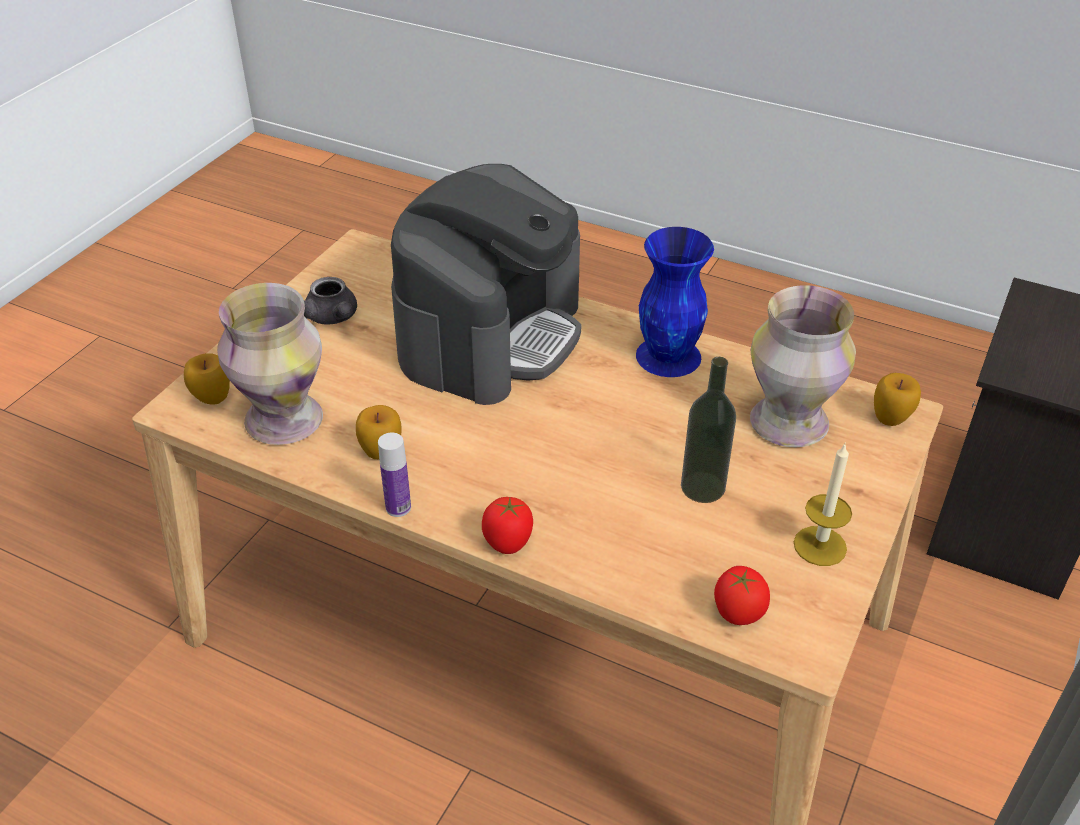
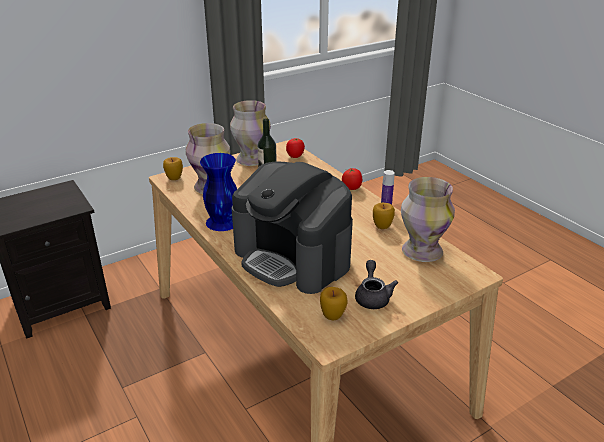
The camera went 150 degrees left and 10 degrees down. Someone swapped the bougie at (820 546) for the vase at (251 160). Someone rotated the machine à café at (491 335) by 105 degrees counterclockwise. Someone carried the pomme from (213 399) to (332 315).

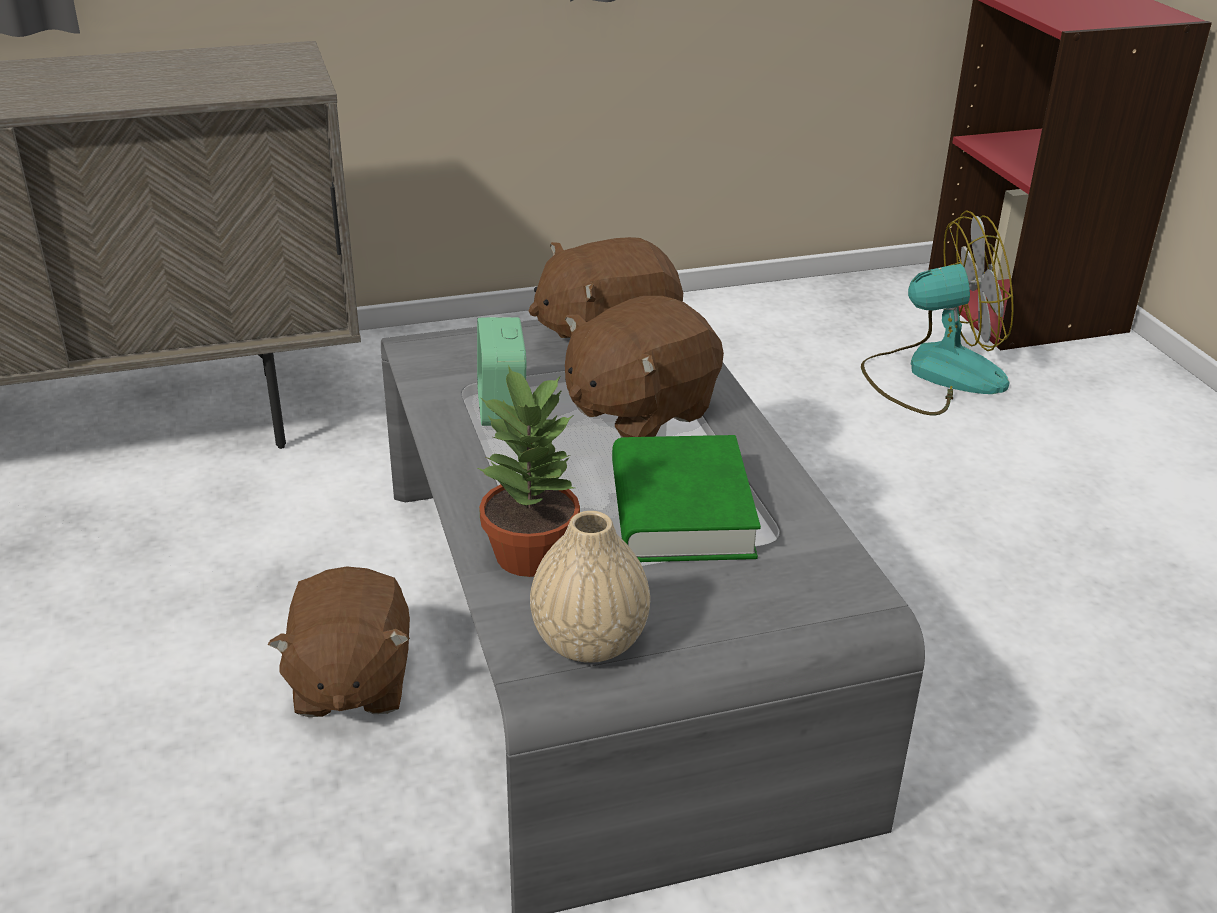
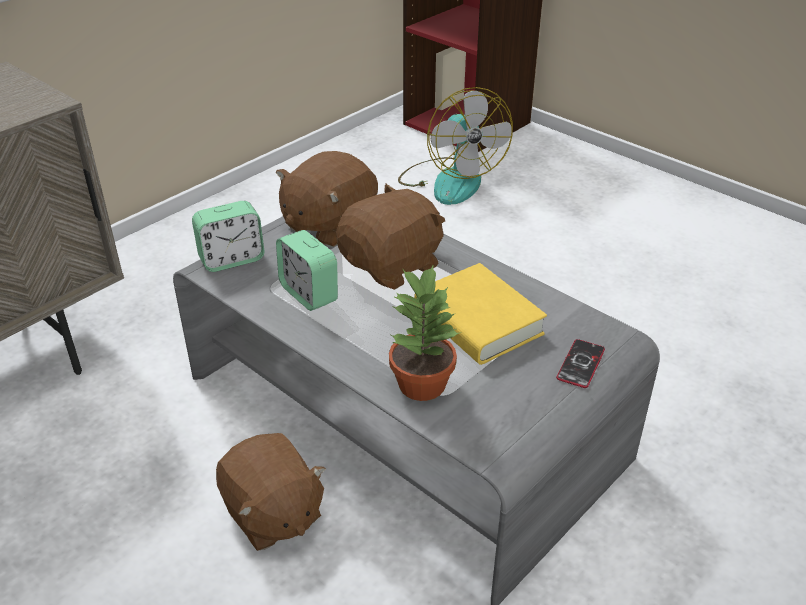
The camera went 30 degrees left and 5 degrees up. Someone put down the réveil at (232 259). Someone rotated the peluche [marron] at (638 411) by 150 degrees counterclockwise. Someone rotated the ventilateur at (933 374) by 105 degrees clockwise. Someone repainted the livre [vert] at (681 512), which became the livre [jaune] at (478 322). Someone put down the téléphone at (580 364). Someone took away the vase [beige] at (589 641).

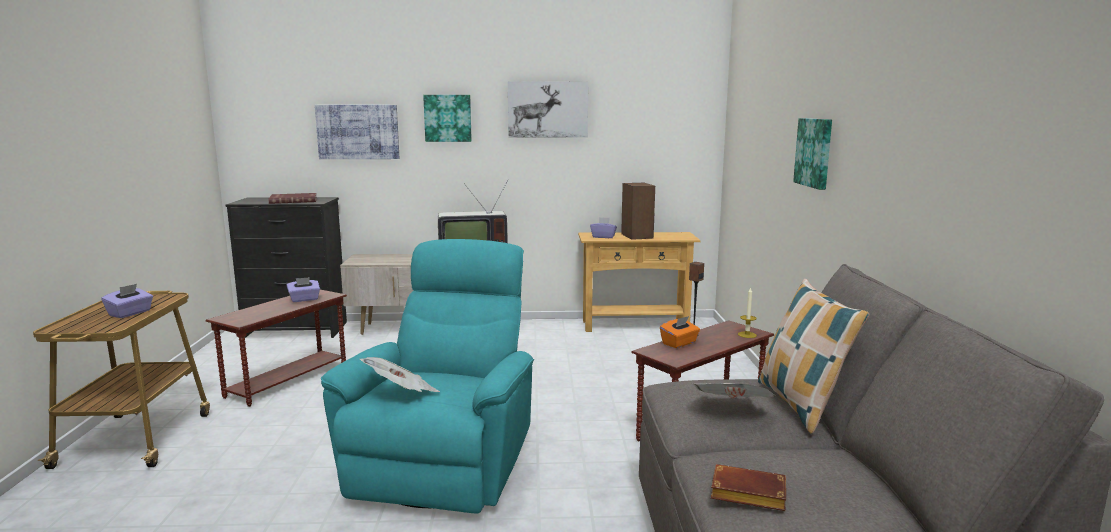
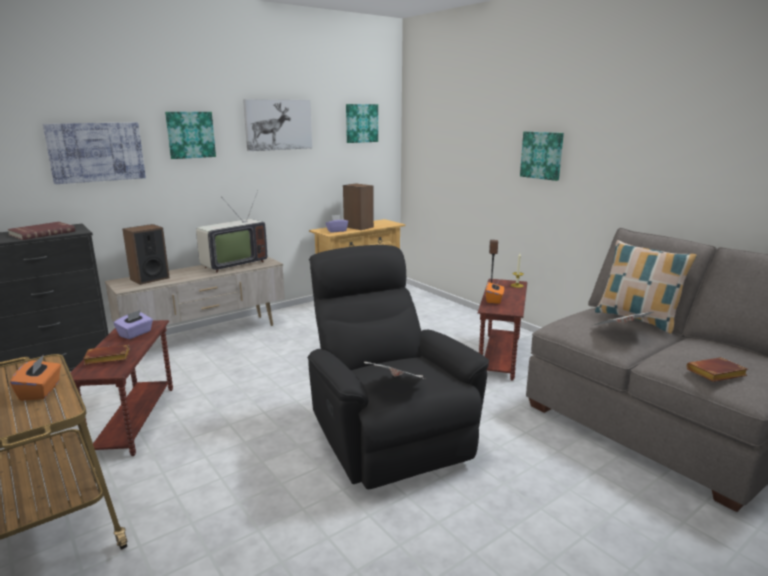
The camera went 35 degrees left and 5 degrees up. Someone repainted the boîte à mouchoirs [violet] at (130 313), which became the boîte à mouchoirs [orange] at (41 391). Someone put down the livre [marron] at (106 359). Someone put down the enceinte at (149 279). Someone repainted the fauteuil [turquoise] at (447 463), which became the fauteuil [noir] at (387 435). Someone put up the tableau at (361 123).

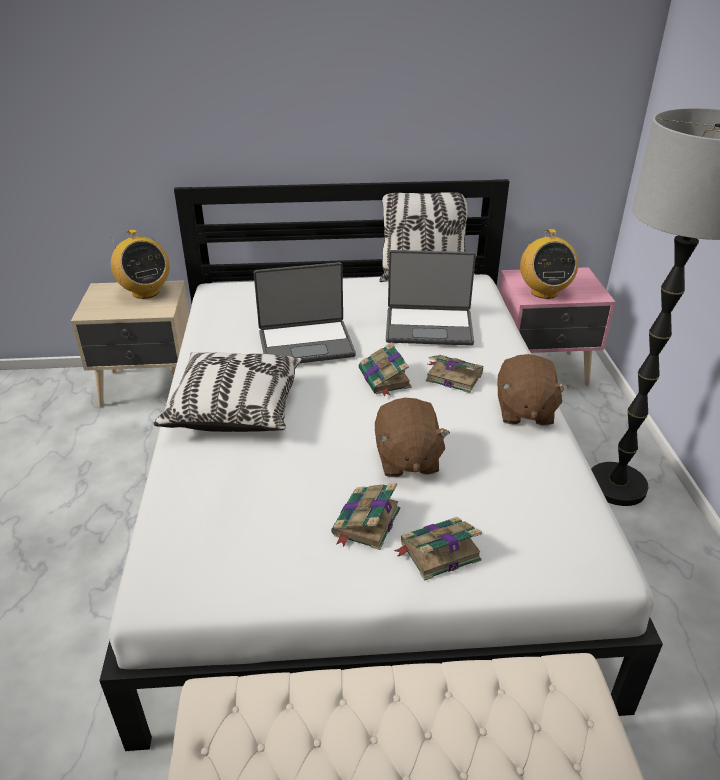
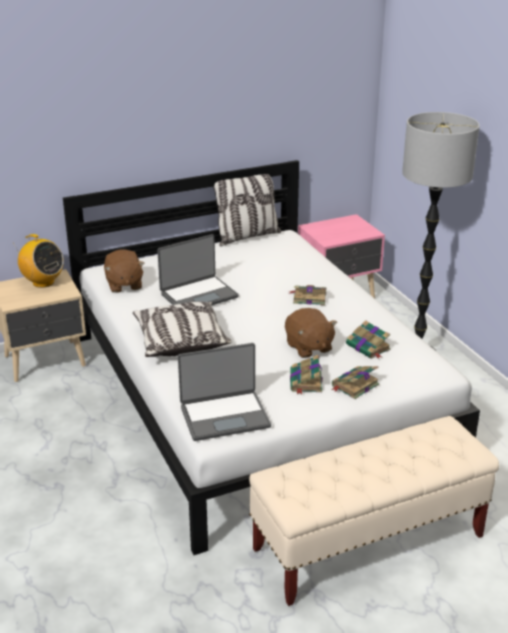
The camera went 20 degrees left and 5 degrees down. Someone carried the peluche [marron] from (524 411) to (124 285). Someone carried the ordinateur portable from (429 326) to (224 416). Someone carried the livre from (385 379) to (368 347). Someone took away the radio at (543 292).

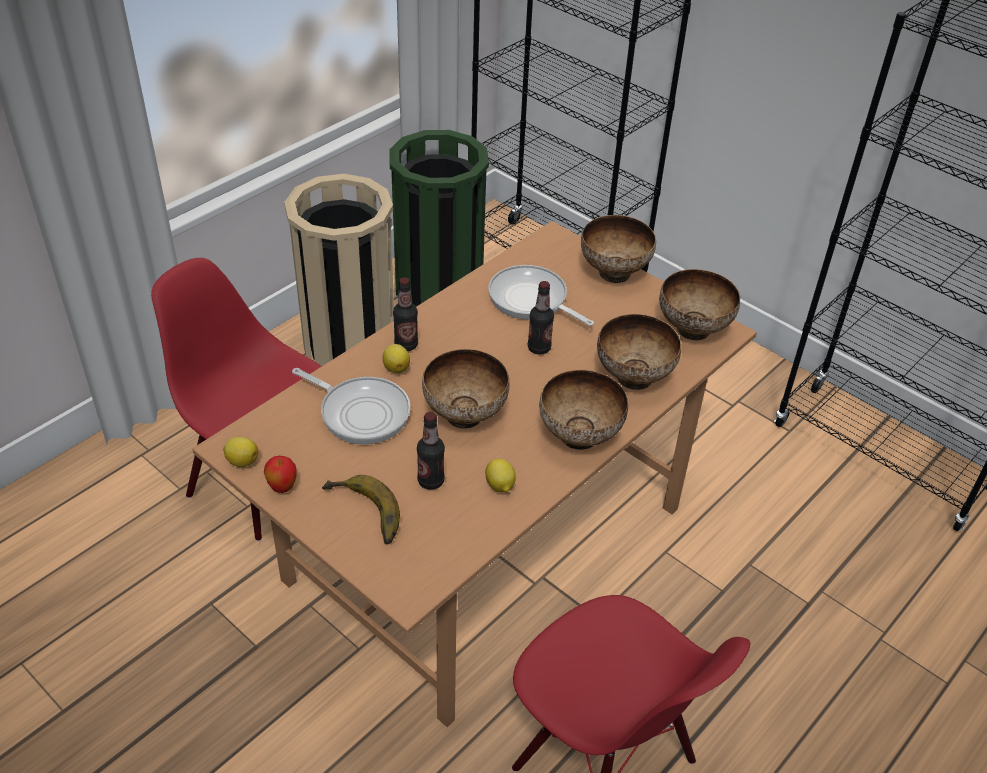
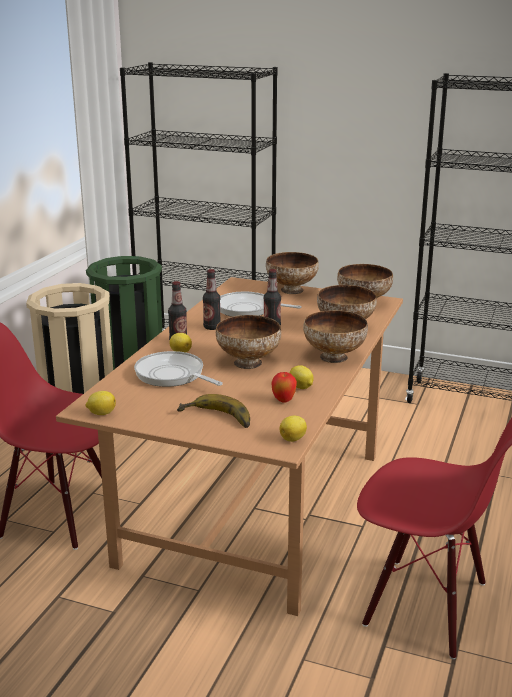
The camera went 20 degrees left and 20 degrees down. Someone rotated the poêle at (361 412) by 150 degrees counterclockwise. Someone carried the bouteille from (431 481) to (212 327). Someone carried the pomme from (282 487) to (283 401). Someone put down the citron at (293 439).

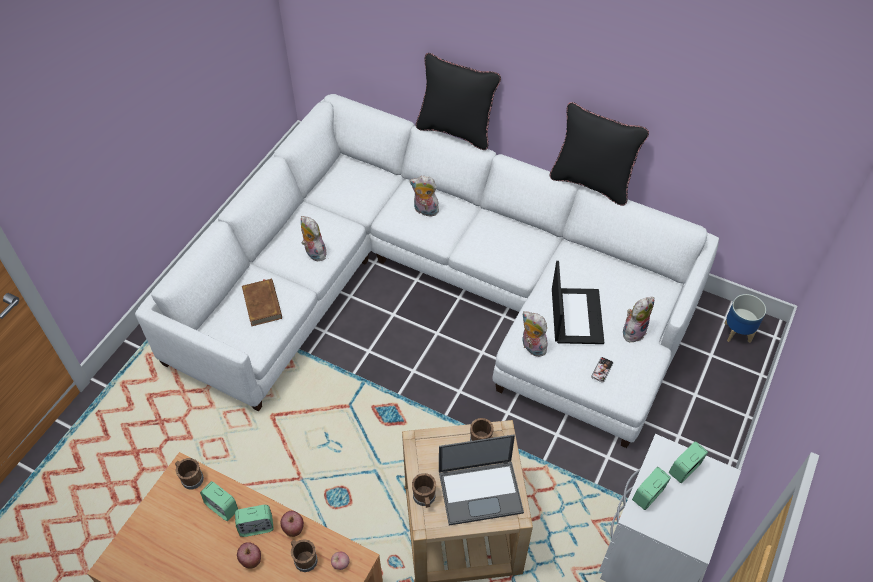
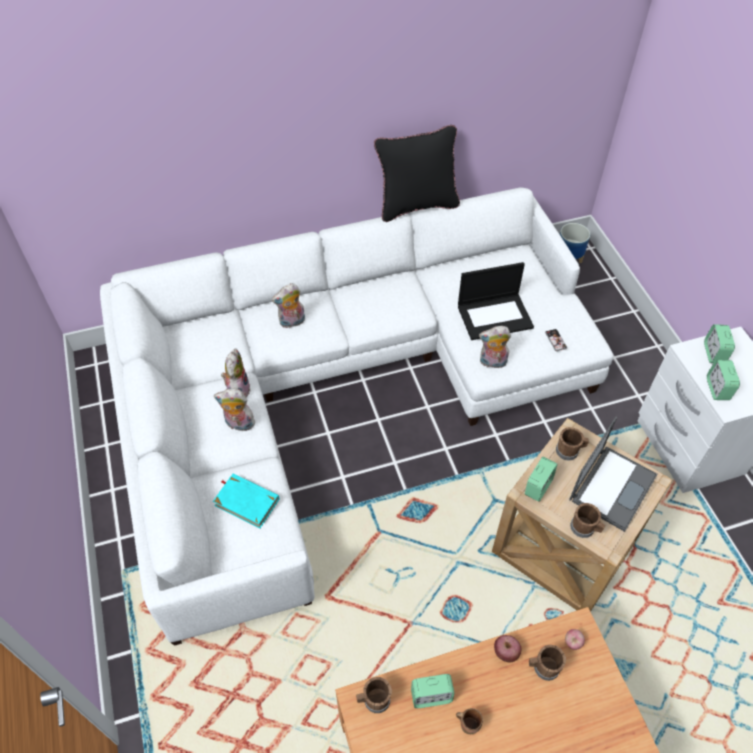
The camera went 45 degrees left and 0 degrees up. Someone repainted the livre [marron] at (263 304), which became the livre [turquoise] at (247 502). Someone carried the peluche from (633 331) to (237 390). Someone put down the mug [marron] at (468 723). Someone rotated the ordinateur portable at (576 315) by 120 degrees clockwise. Someone carried the réveil from (256 527) to (538 487). Someone took away the pomme at (251 559). Someone took away the coussin [noir] at (456 131).

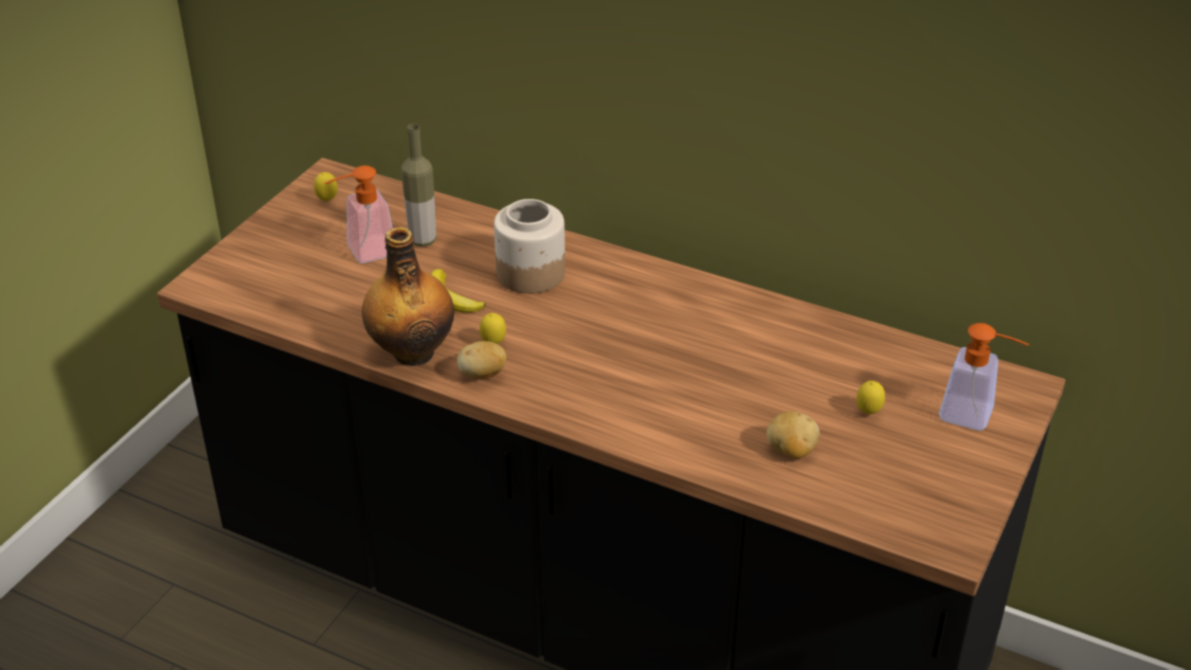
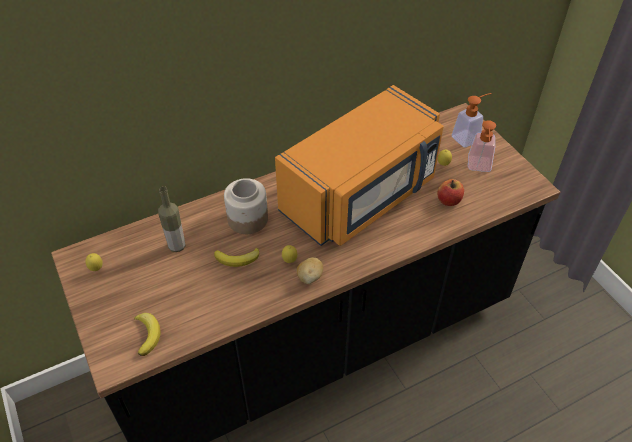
The camera went 55 degrees left and 10 degrees up. Someone put down the banane at (148 334). Someone put down the micro-ondes [orange] at (361 196). Someone swapped the pomme de terre at (791 451) for the pomme at (449 200). Someone carried the distributeur de savon from (363 252) to (479 168). Someone took away the bouteille at (412 352).

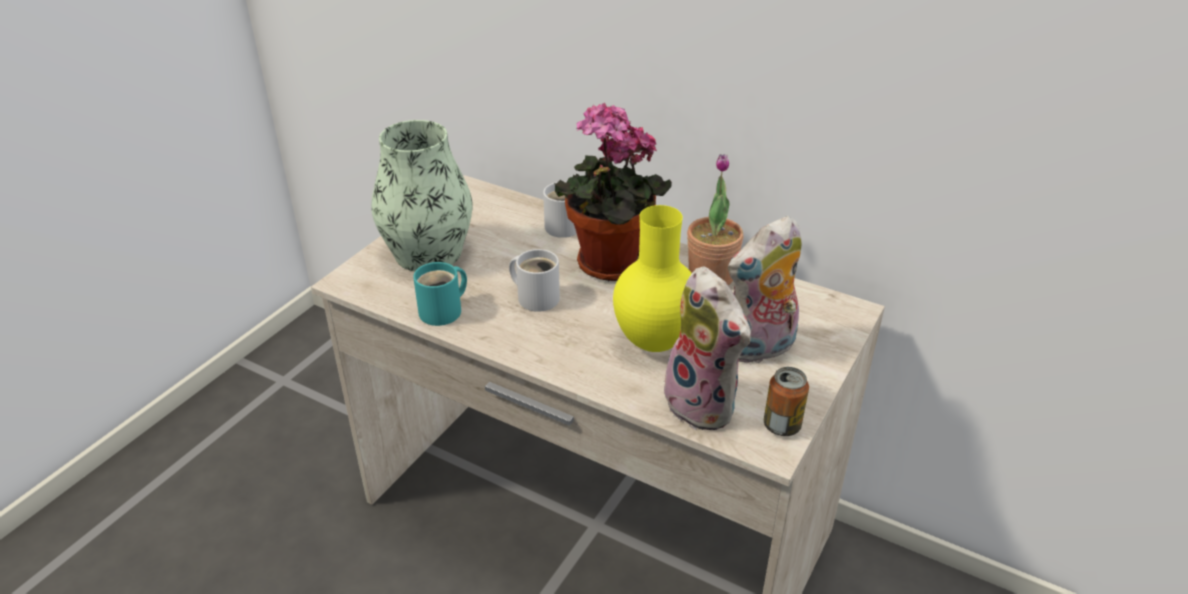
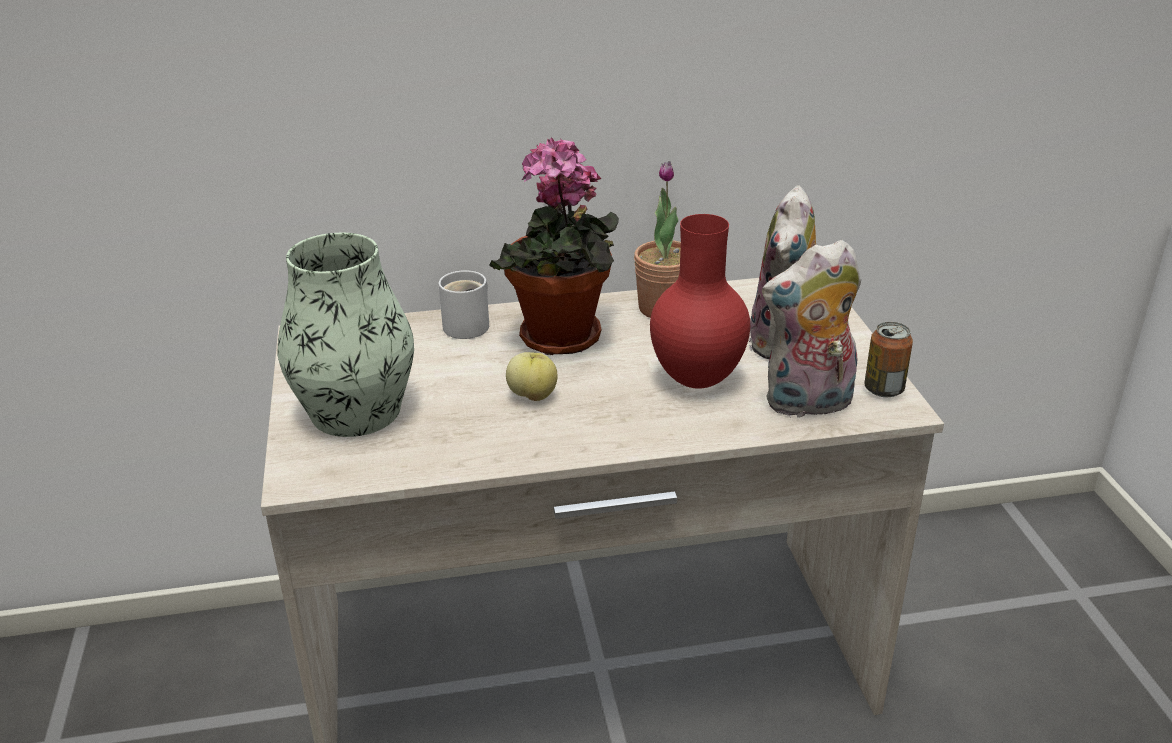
The camera went 40 degrees left and 5 degrees down. Someone swapped the mug [blanc] at (536 296) for the pomme at (533 395). Someone repainted the vase [jaune] at (653 341), which became the vase [rouge] at (695 380). Someone rotated the peluche at (705 404) by 150 degrees clockwise. Someone took away the mug [turquoise] at (444 311).

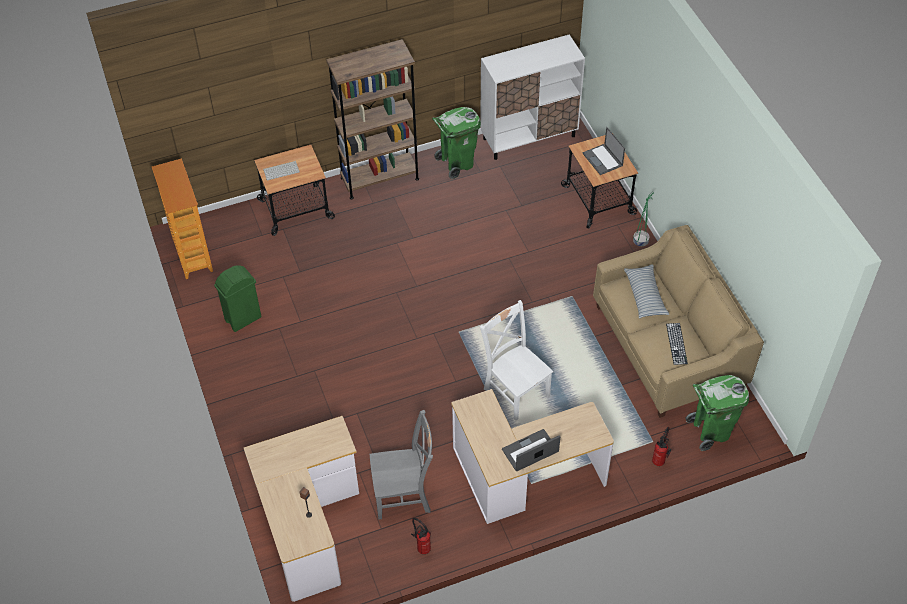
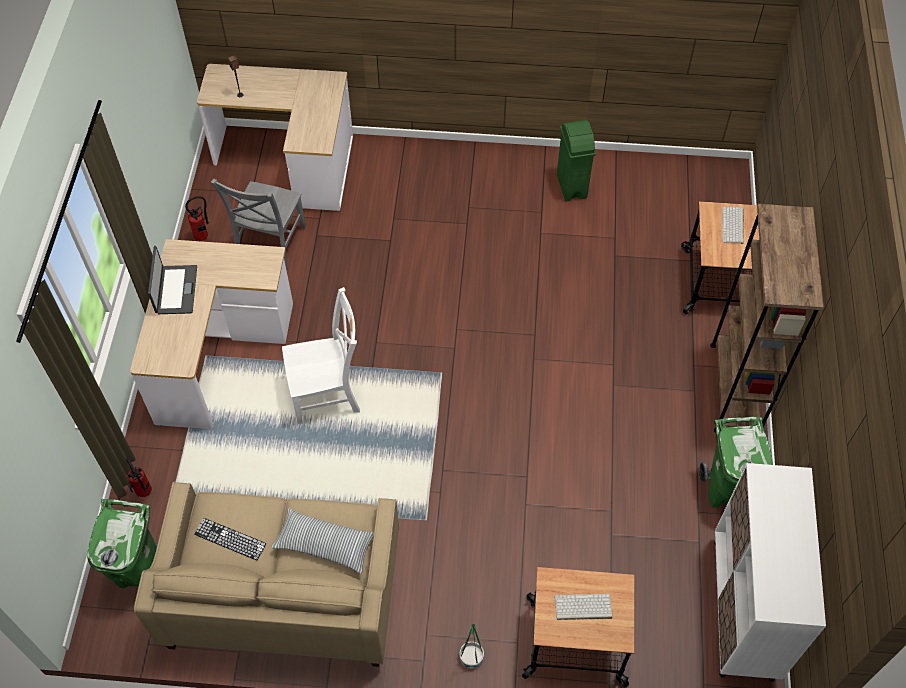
The camera went 115 degrees right and 5 degrees up. Someone swapped the ordinateur portable at (603 160) for the clavier at (582 607). Someone took away the bibliothèque at (192 255).

